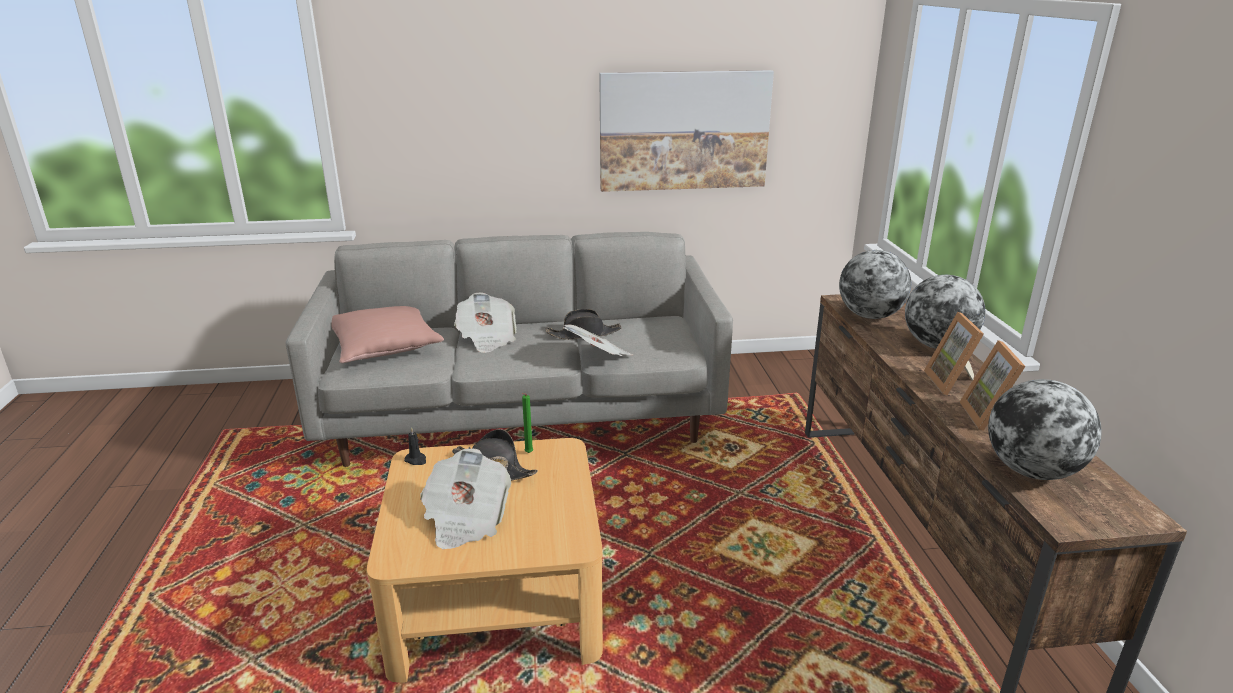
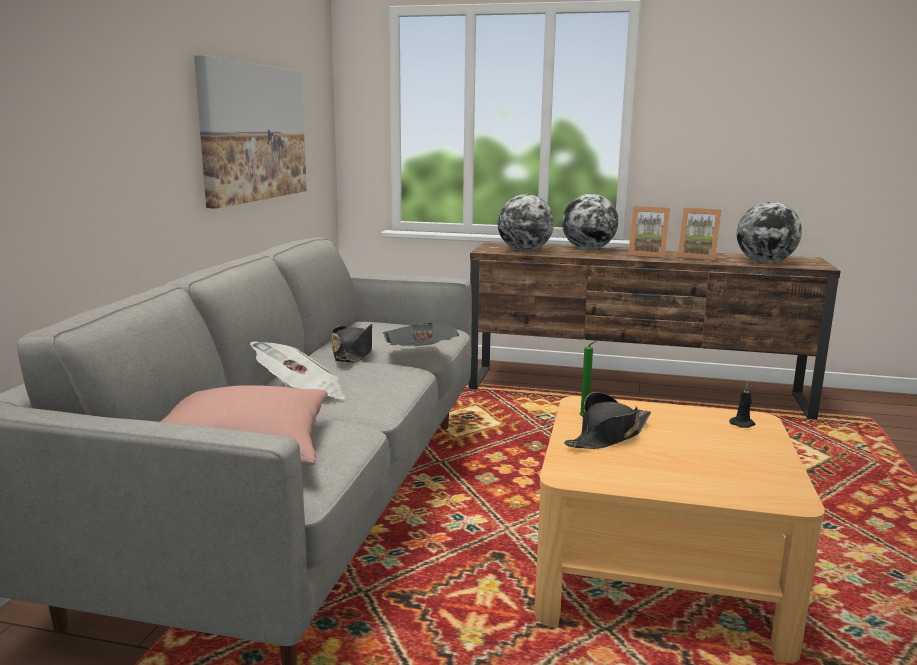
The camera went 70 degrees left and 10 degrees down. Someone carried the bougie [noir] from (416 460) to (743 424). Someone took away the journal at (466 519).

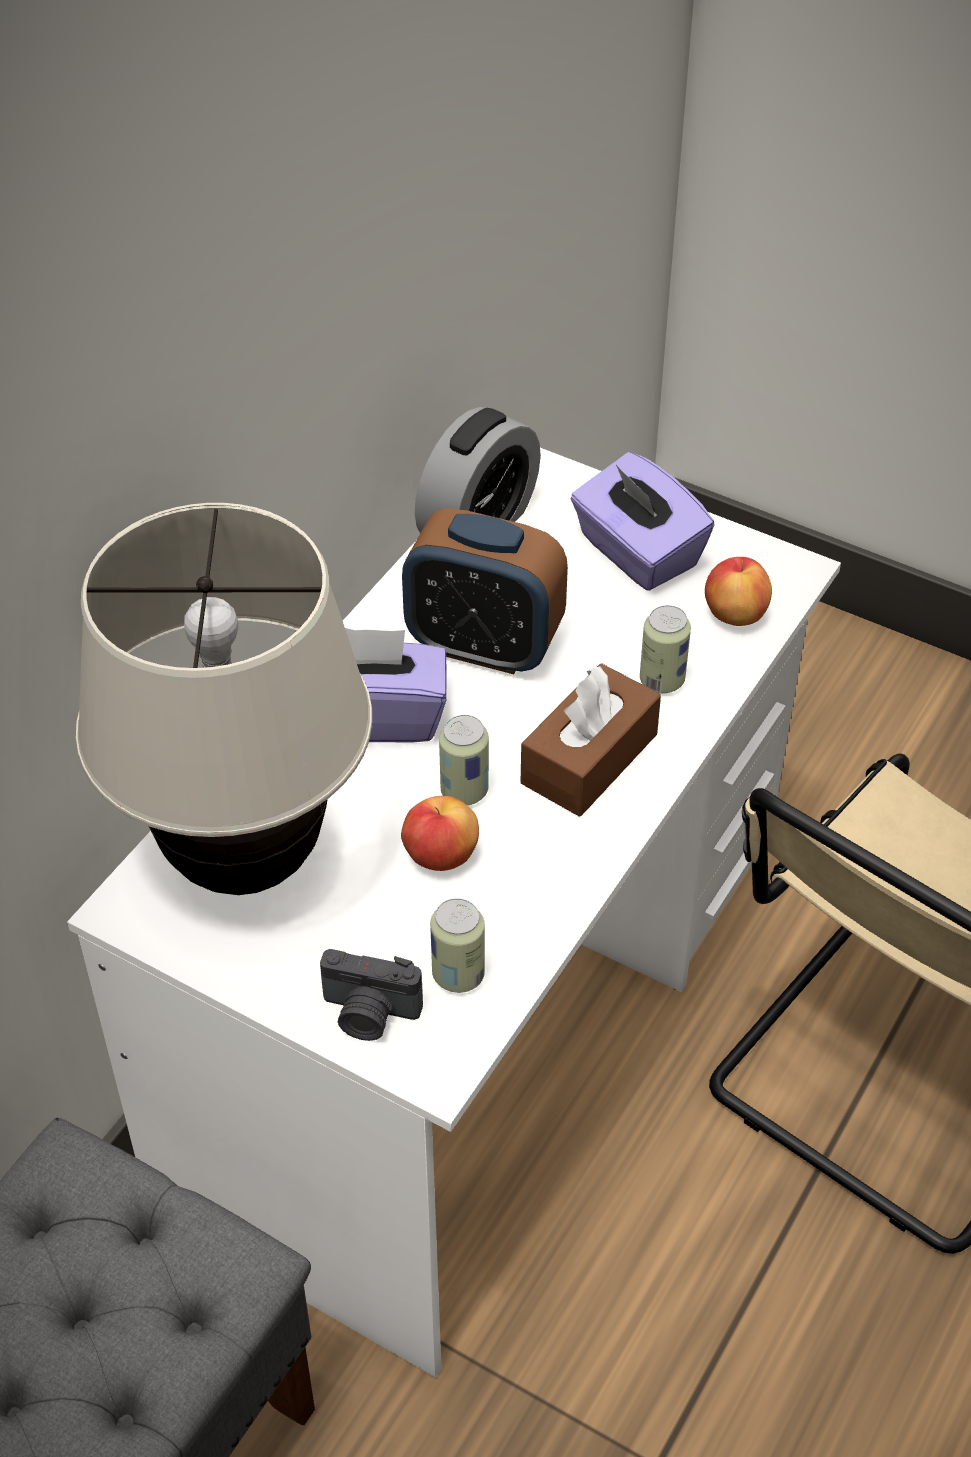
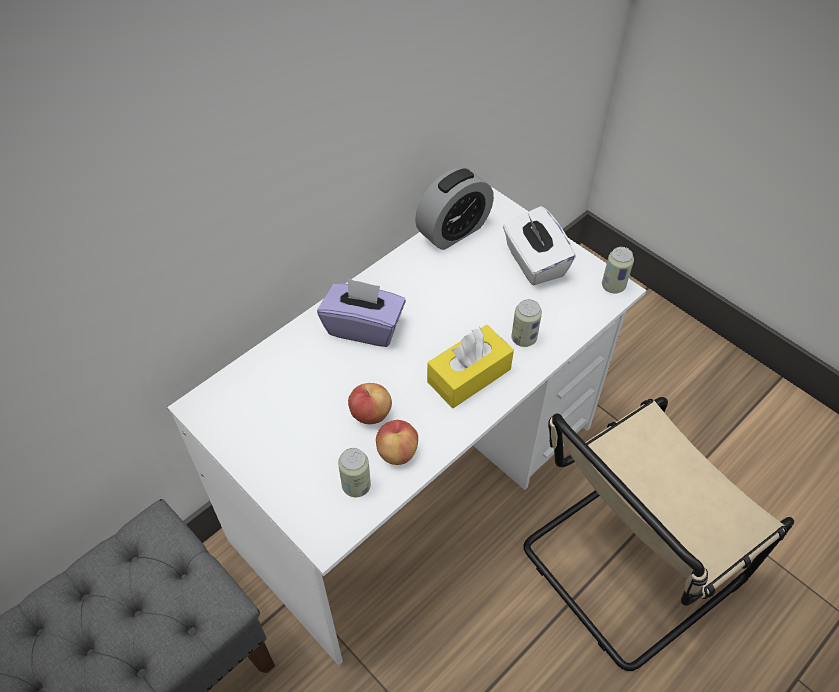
The camera went 15 degrees right and 5 degrees up. Someone carried the pomme from (735 614) to (397 452). Someone repainted the boîte à mouchoirs [marron] at (589 759), which became the boîte à mouchoirs [jaune] at (469 375). Someone repainted the boîte à mouchoirs [violet] at (637 553), which became the boîte à mouchoirs [blanc] at (534 262). Someone carried the boîte métallique from (464 790) to (613 286). Someone took away the lampe de table [beige] at (246 863). Someone took away the appareil photo at (369 1014). Someone took away the réveil at (484 646).

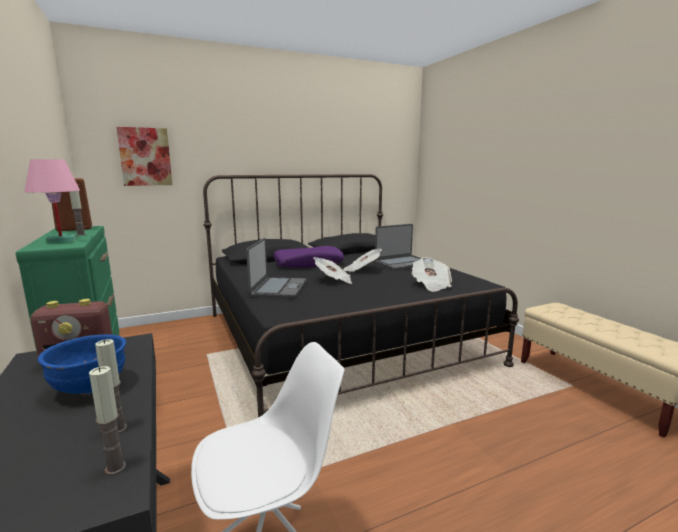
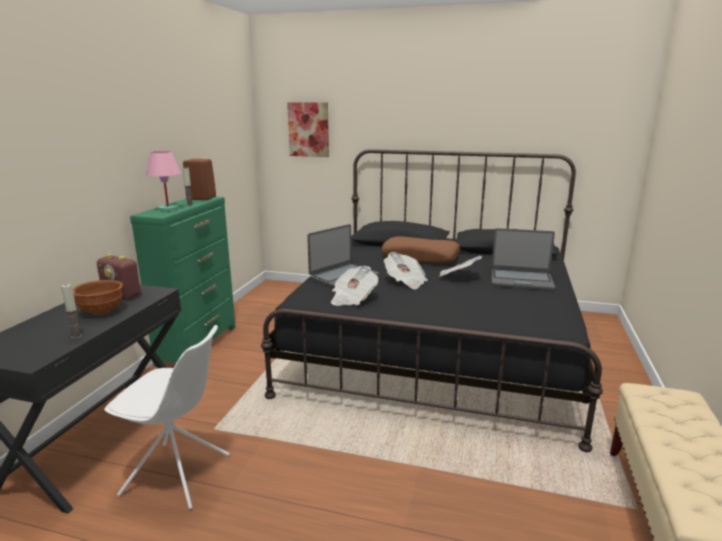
The camera went 40 degrees right and 5 degrees up. Someone repainted the bol [bleu] at (91 388), which became the bol [marron] at (102 312). Someone carried the journal from (431 285) to (352 298). Someone repainted the coussin [violet] at (308 264), which became the coussin [marron] at (420 257). Someone took away the bougie at (115 468).

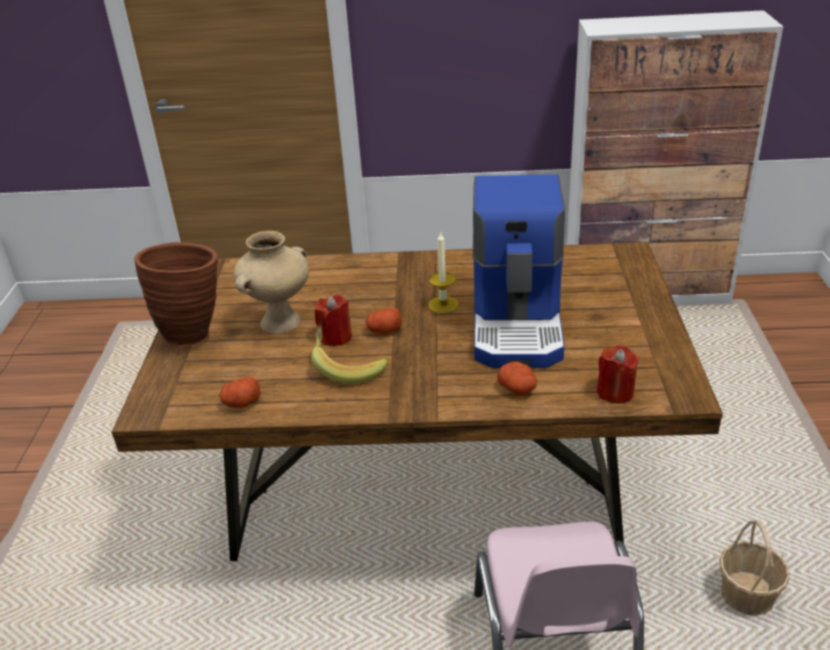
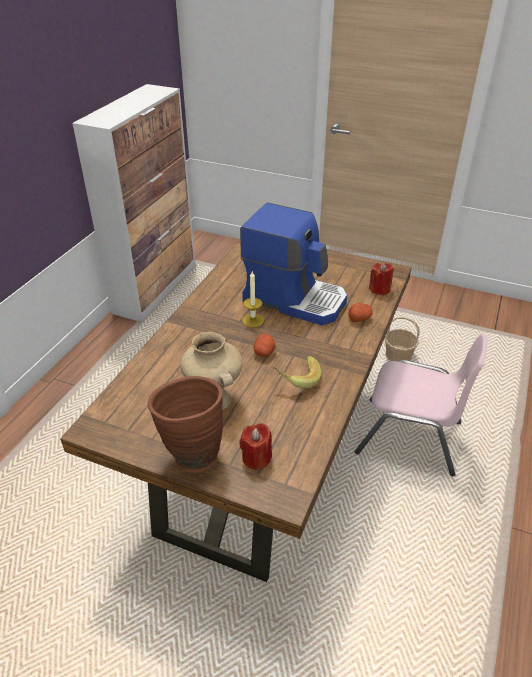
The camera went 70 degrees left and 5 degrees up. Someone carried the bougie [rouge] from (335 337) to (256 458). Someone took away the pomme de terre at (242 403).

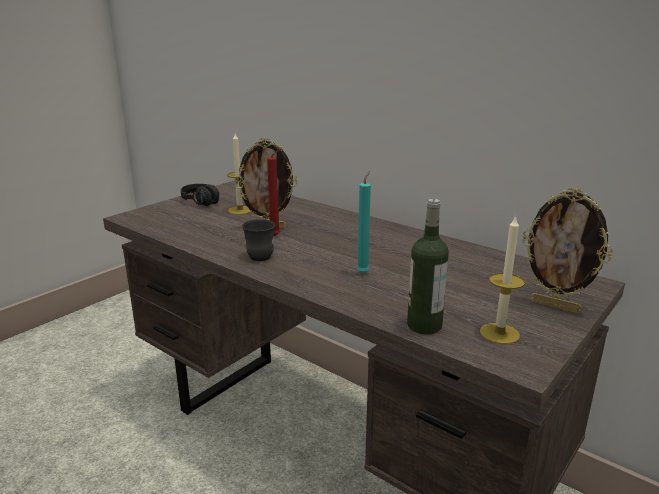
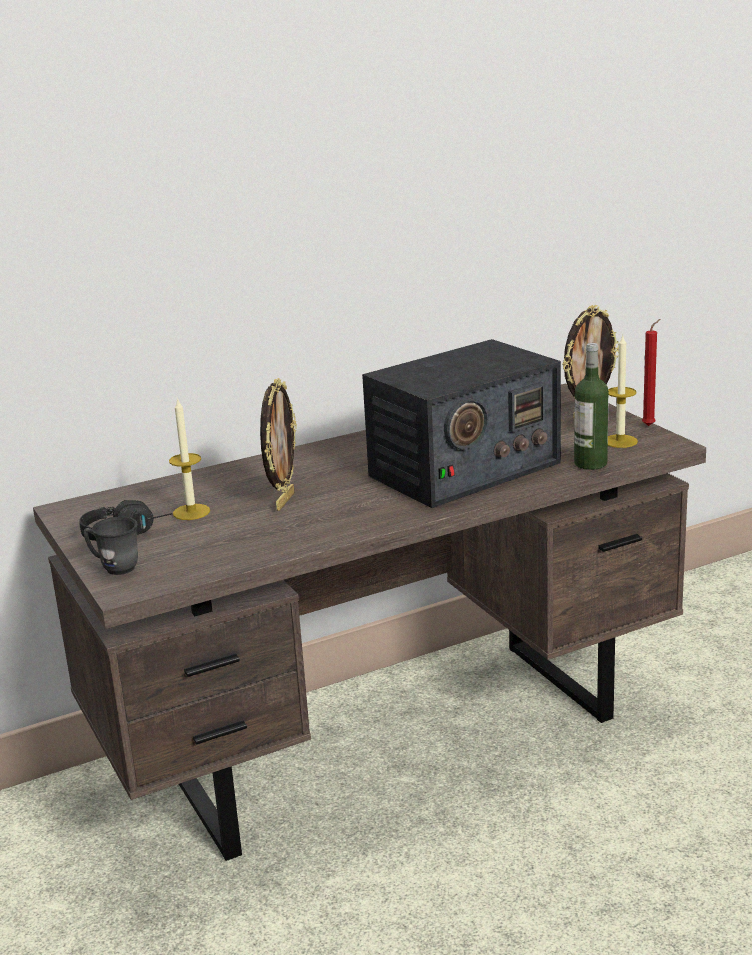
The camera went 65 degrees left and 0 degrees up. Someone carried the mug [gris] from (261 254) to (114 567). Someone swapped the bougie [turquoise] at (363 272) for the radio at (463 470). Someone carried the bougie [rouge] from (276 236) to (650 425).

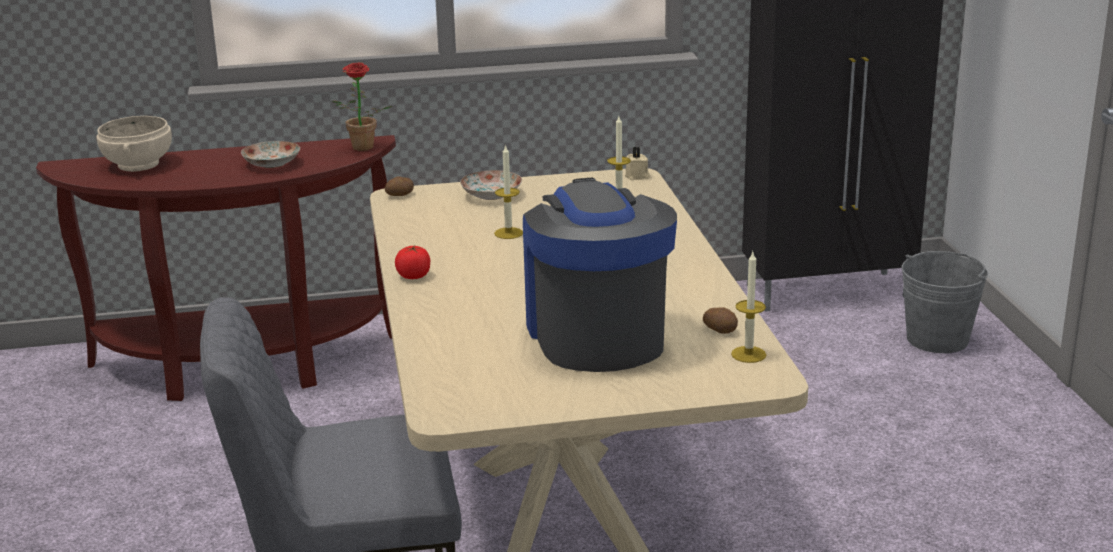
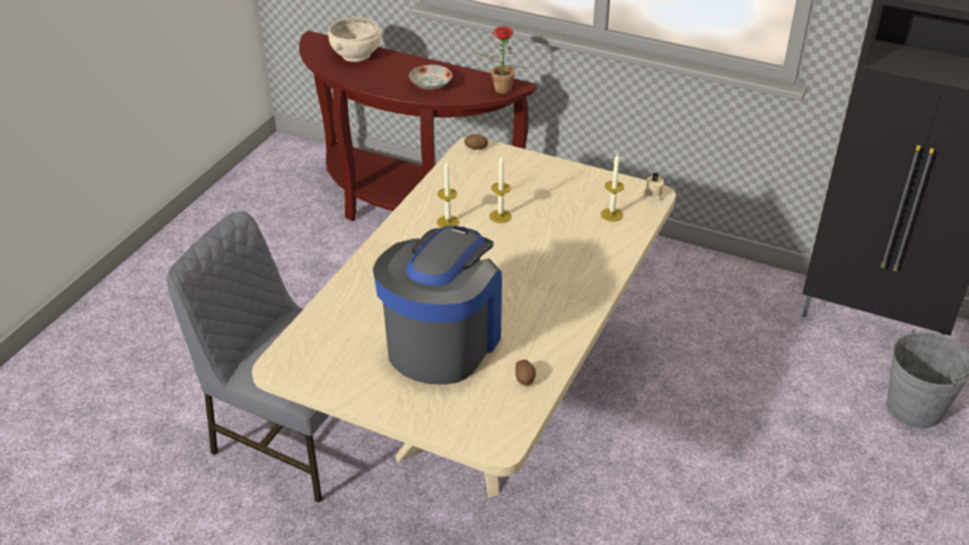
The camera went 35 degrees right and 15 degrees up. Someone carried the bougie from (748 354) to (448 222). Someone took away the tomate at (413 276). Someone took away the assiette at (491 195).

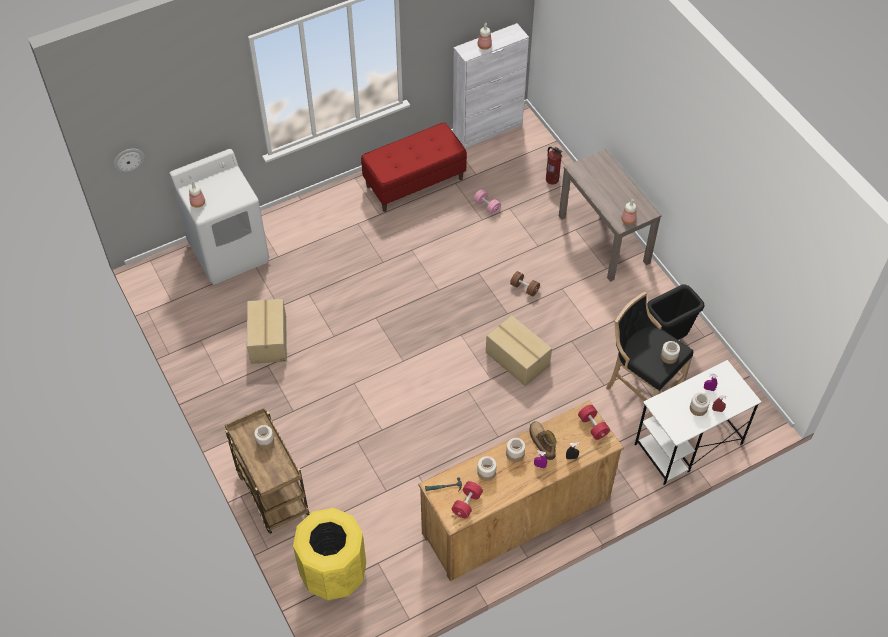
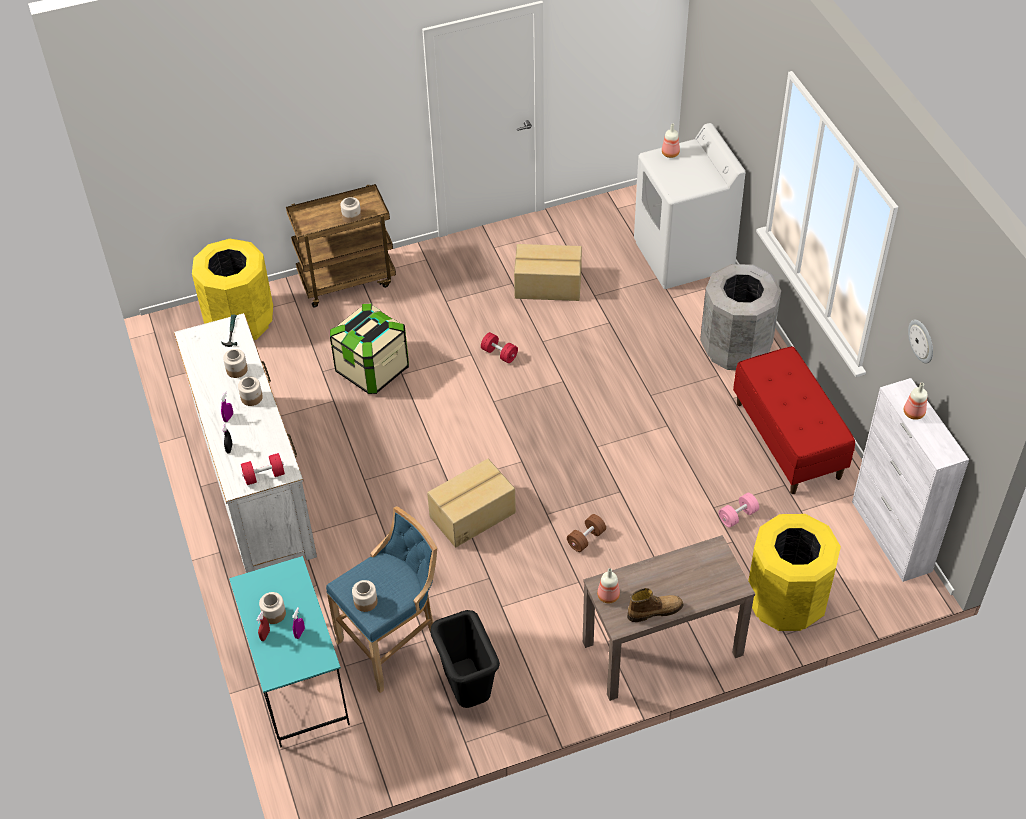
The camera went 100 degrees right and 5 degrees down. Someone repainted the commode [marron] at (516 516), which became the commode [blanc] at (255 483). Someone repainted the bureau [blanc] at (687 444), which became the bureau [turquoise] at (297 680). Someone repainted the tabouret [noir] at (640 390), which became the tabouret [bleu] at (393 642). Someone put down the boîte de rangement at (372 369). Someone carried the haltère [rouge] from (467 504) to (499 354). Someone carried the botte from (541 442) to (654 610). Someone put down the poubelle [gris] at (736 348). Someone swapped the extincteur at (552 179) for the poubelle [jaune] at (786 603). Someone carried the horloge murale from (128 160) to (922 341).

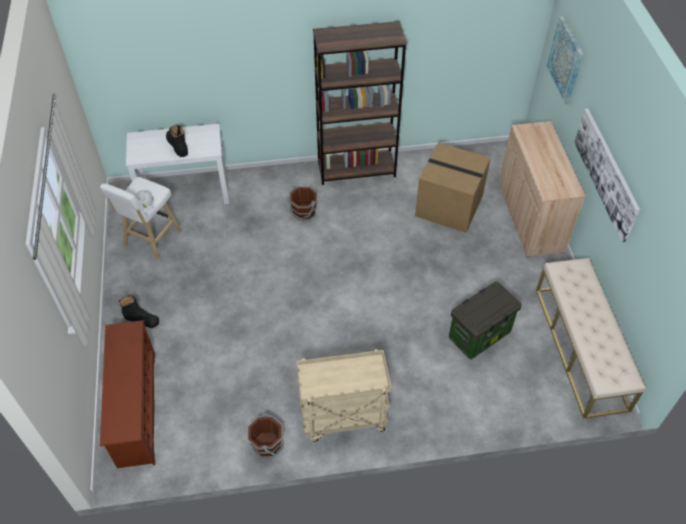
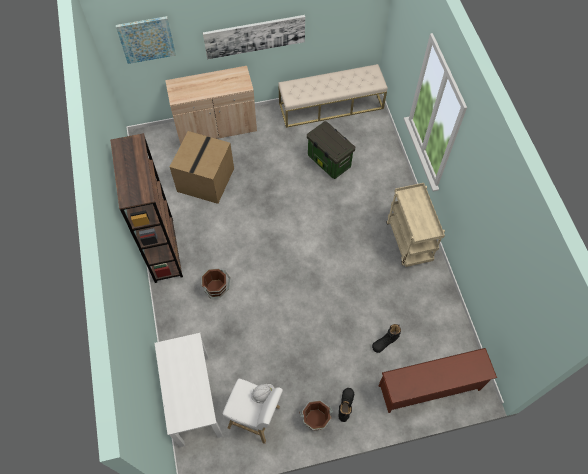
The camera went 95 degrees left and 10 degrees up. Someone carried the seau [marron] from (267 444) to (315 419). Someone carried the botte [noir] from (177 145) to (385 341).

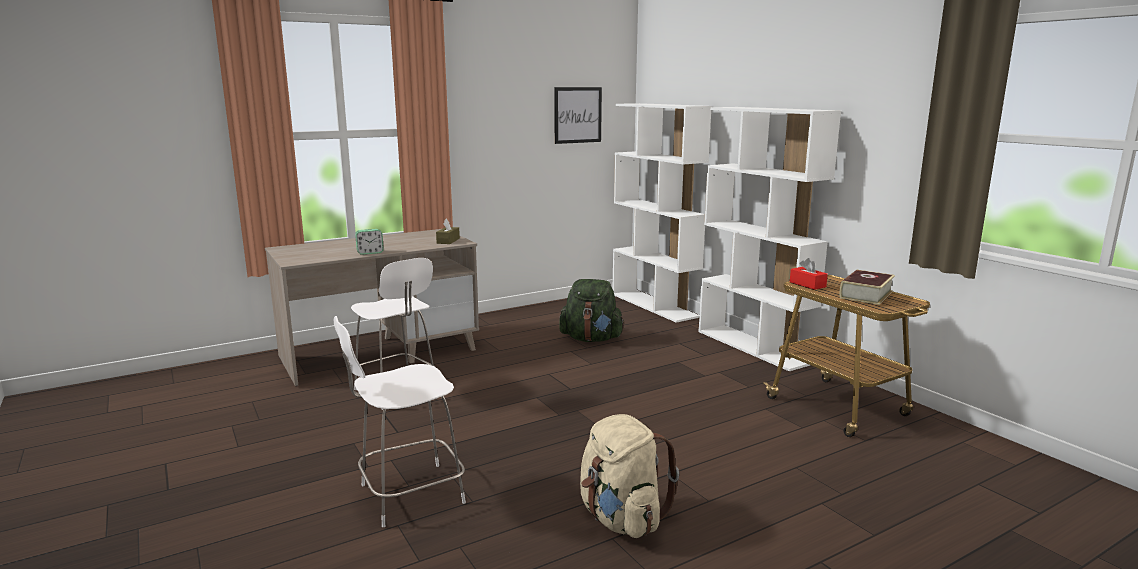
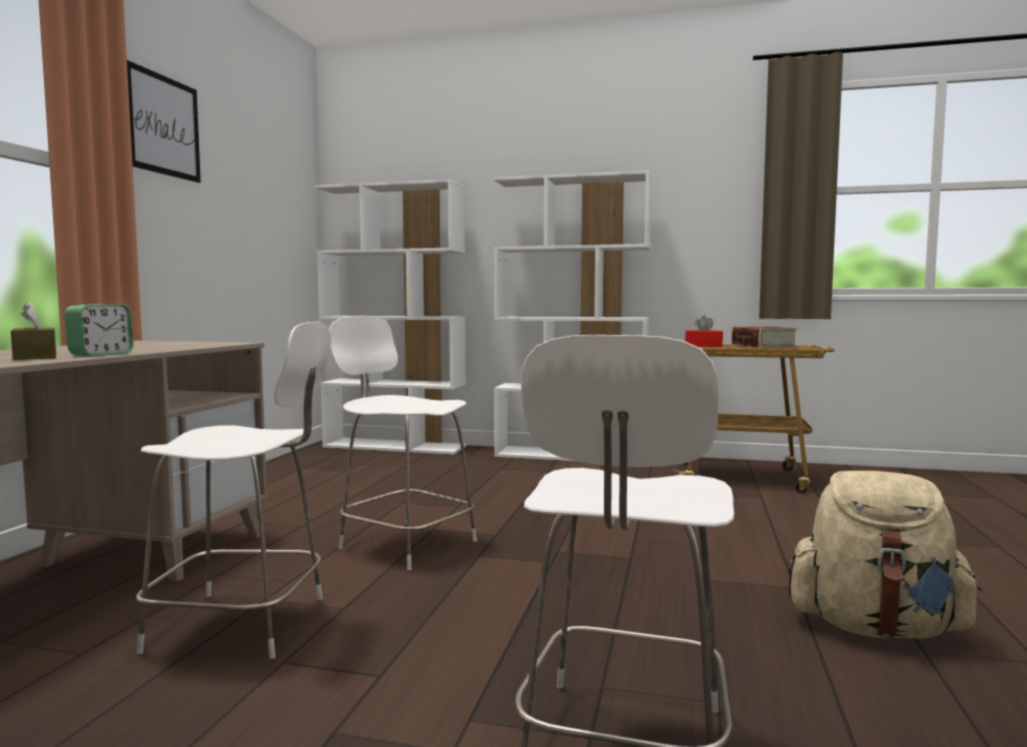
The camera went 45 degrees left and 10 degrees down. Someone carried the boîte à mouchoirs [marron] from (448 241) to (35 357). Someone carried the tableau from (577 115) to (163 125). Someone put down the chaise [blanc] at (404 543). Someone took away the sac à dos [vert] at (591 339).

